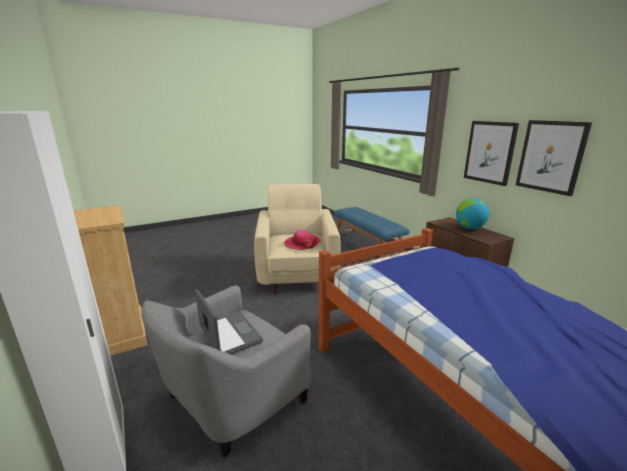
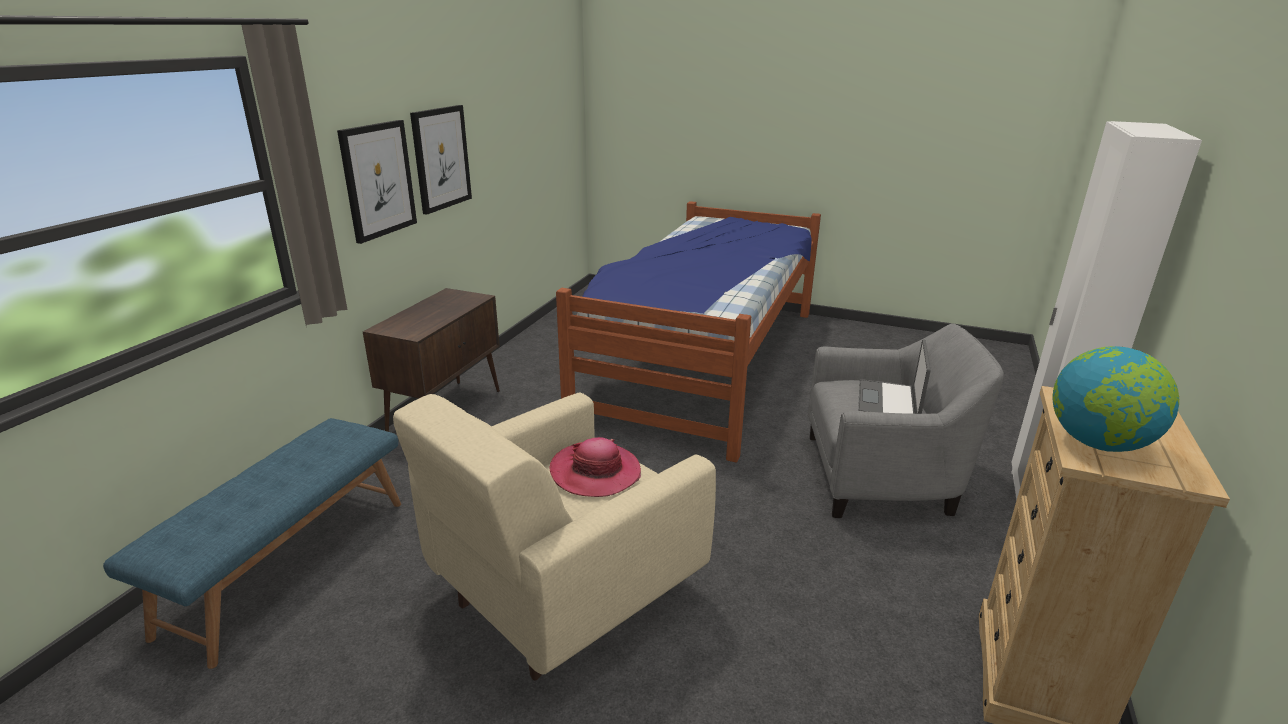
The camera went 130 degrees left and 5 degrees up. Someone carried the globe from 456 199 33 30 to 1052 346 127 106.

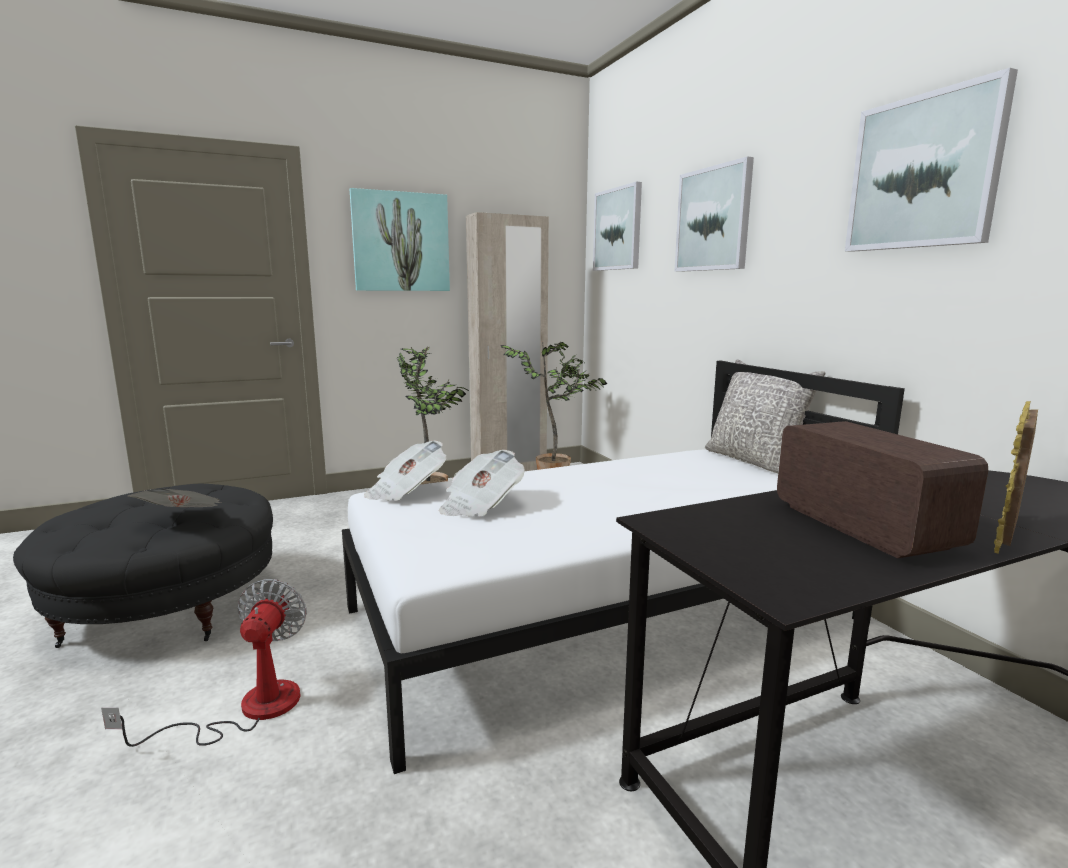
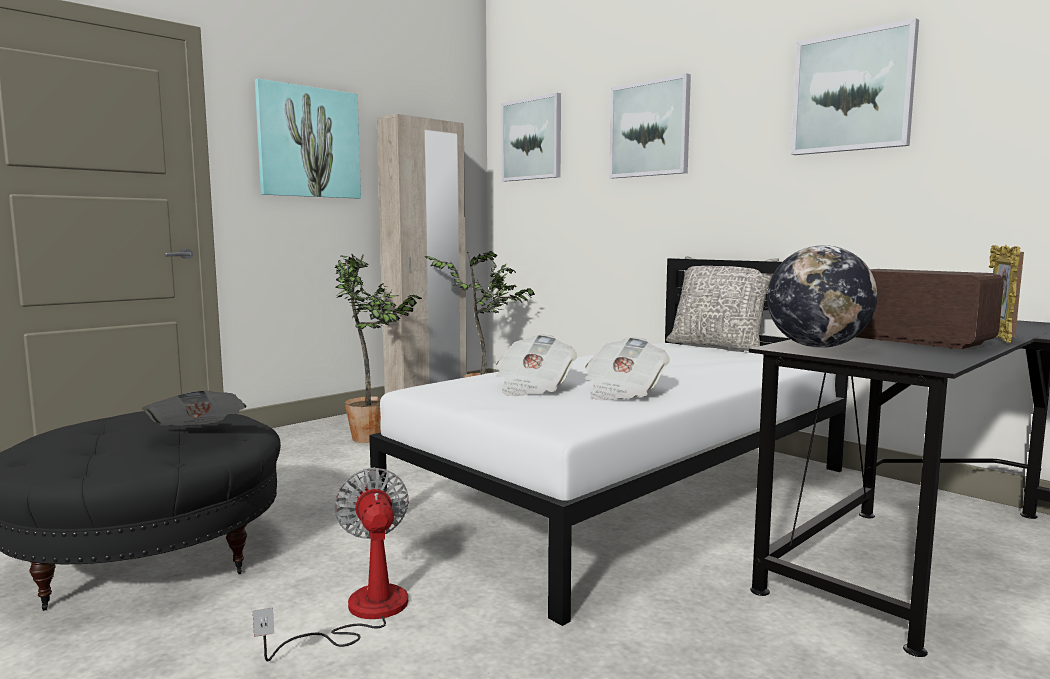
The camera went 20 degrees left and 5 degrees down. Someone carried the newspaper from 364 441 82 60 to 585 337 85 64. Someone put down the globe at 767 245 110 103.

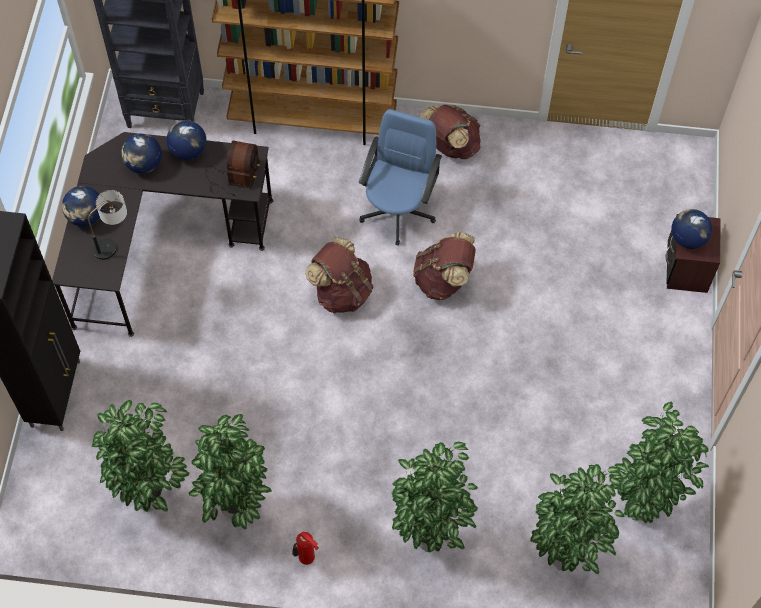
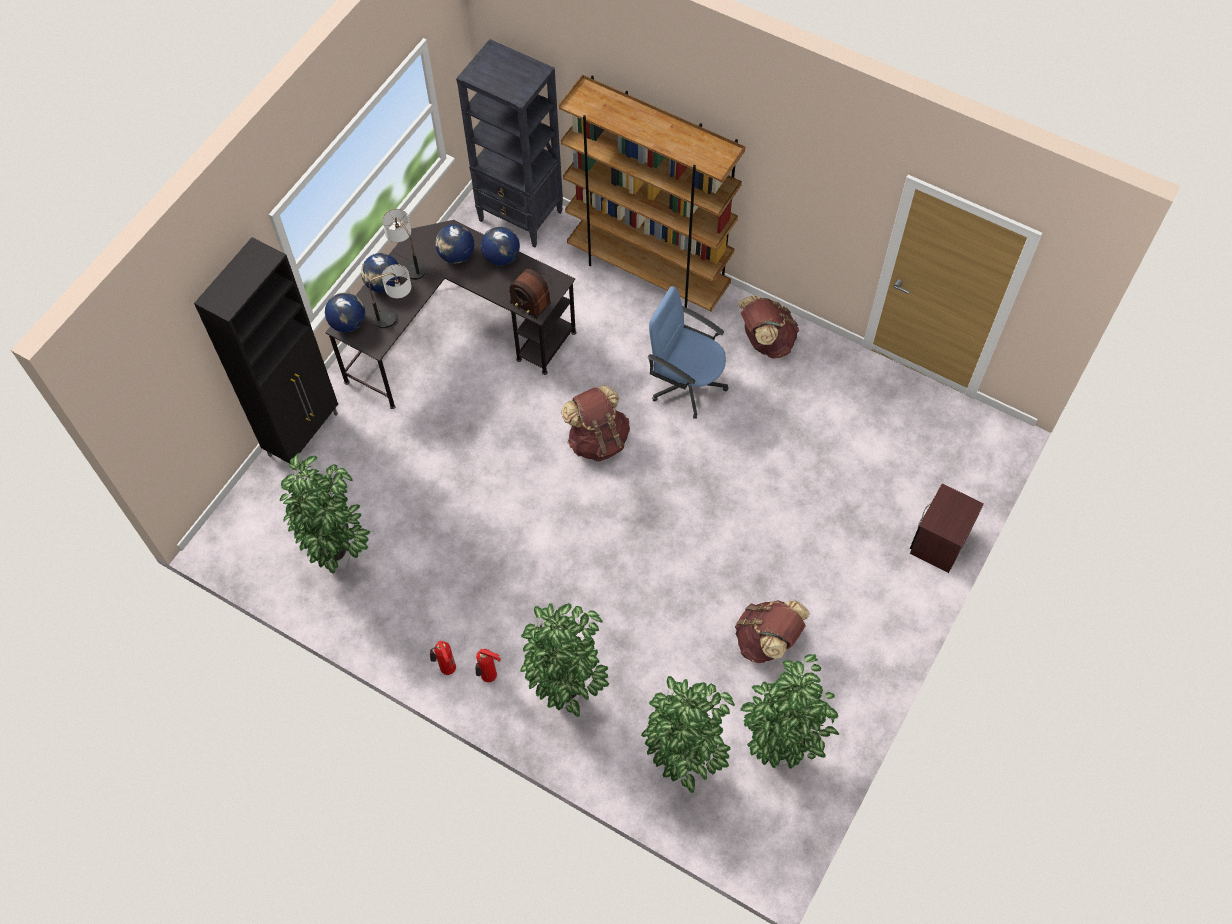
The camera went 25 degrees right and 0 degrees up. Someone took away the potted plant at 188 414 84 116. Someone rotated the radio at 206 141 54 55 by 90 degrees clockwise. Someone rotated the blue office chair at 359 109 83 136 by 105 degrees counterclockwise. Someone carried the brown backpack from 413 232 63 68 to 735 600 75 63. Someone carried the globe from 671 209 41 40 to 325 292 40 41. Someone put down the table lamp at 382 209 43 71. Someone put down the fire extinguisher at 476 648 25 34.

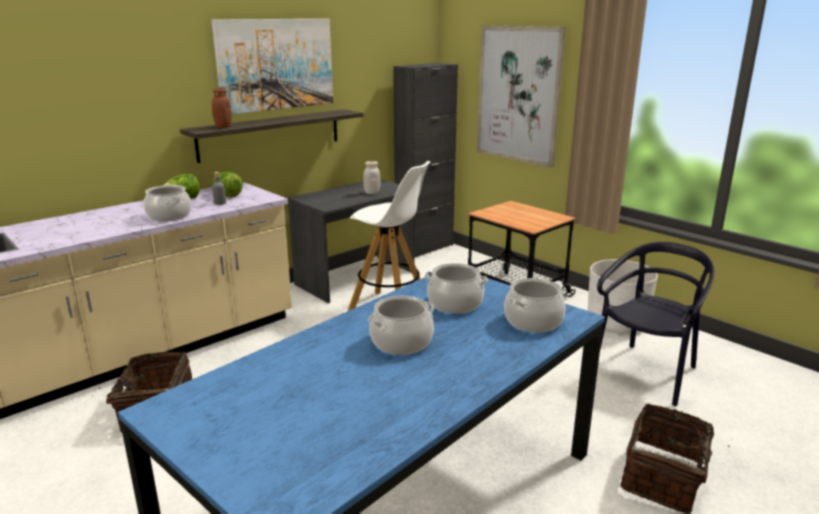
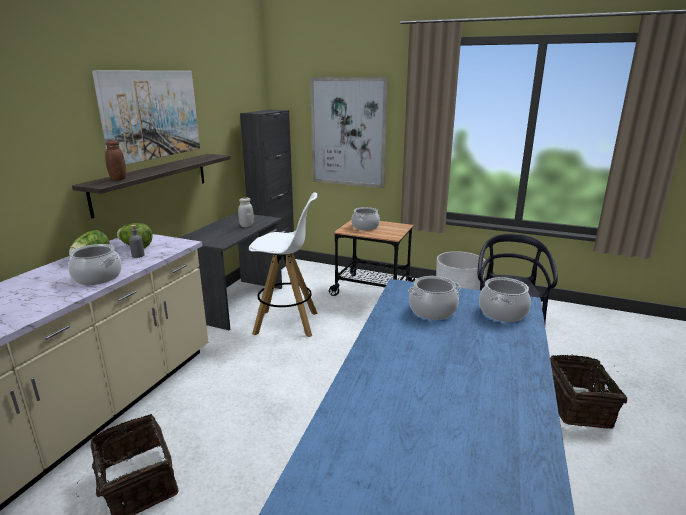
The camera went 25 degrees left and 0 degrees up. Someone carried the cooking pot from 368 296 66 59 to 351 207 29 23.

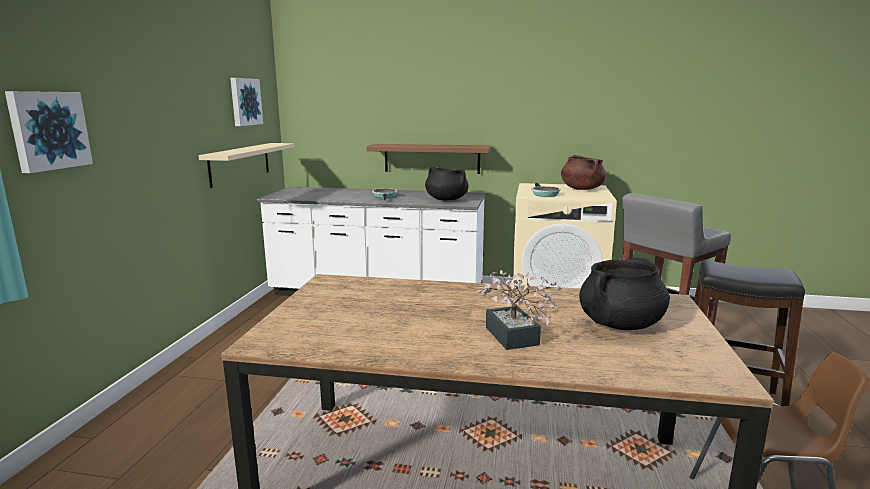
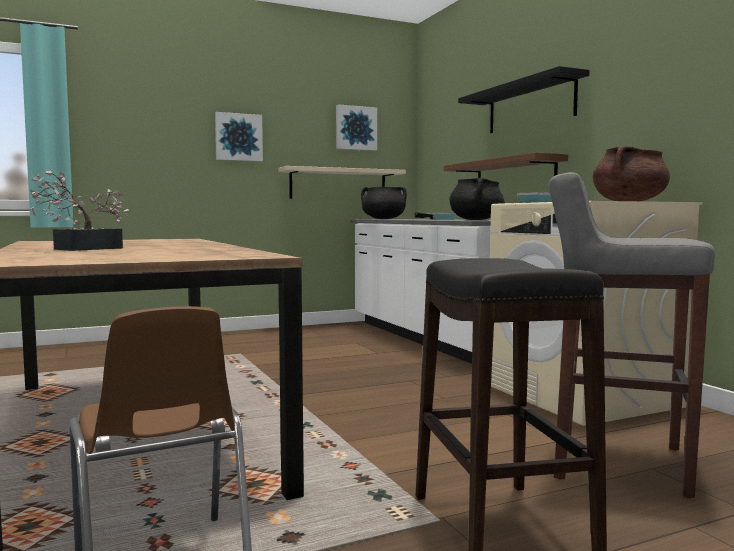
The camera went 55 degrees right and 10 degrees down. Someone carried the picture from 5 91 88 82 to 215 112 48 50. Someone carried the black cooking pot from 579 257 91 73 to 361 187 46 32. Someone put up the black shelf at 458 66 132 67.

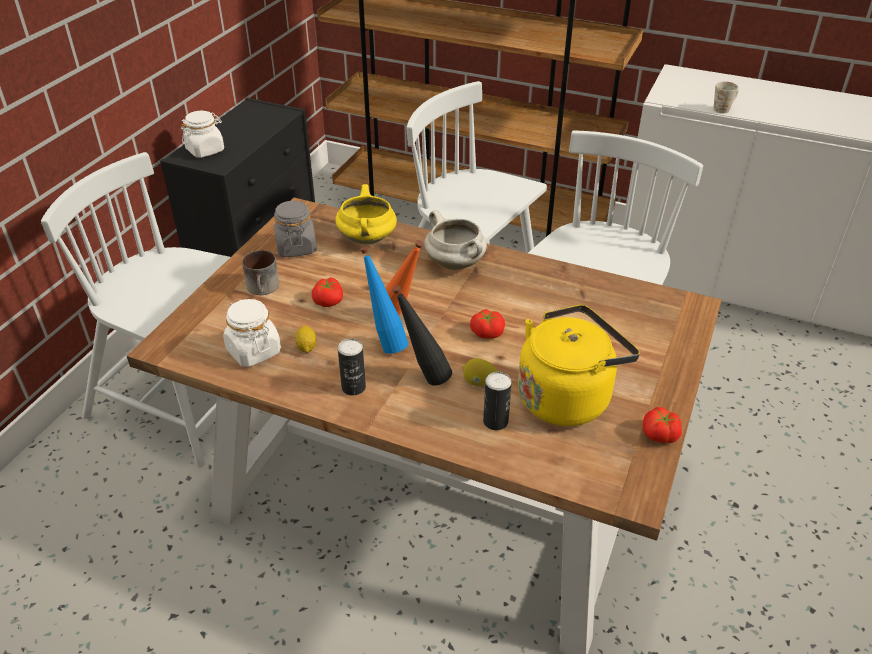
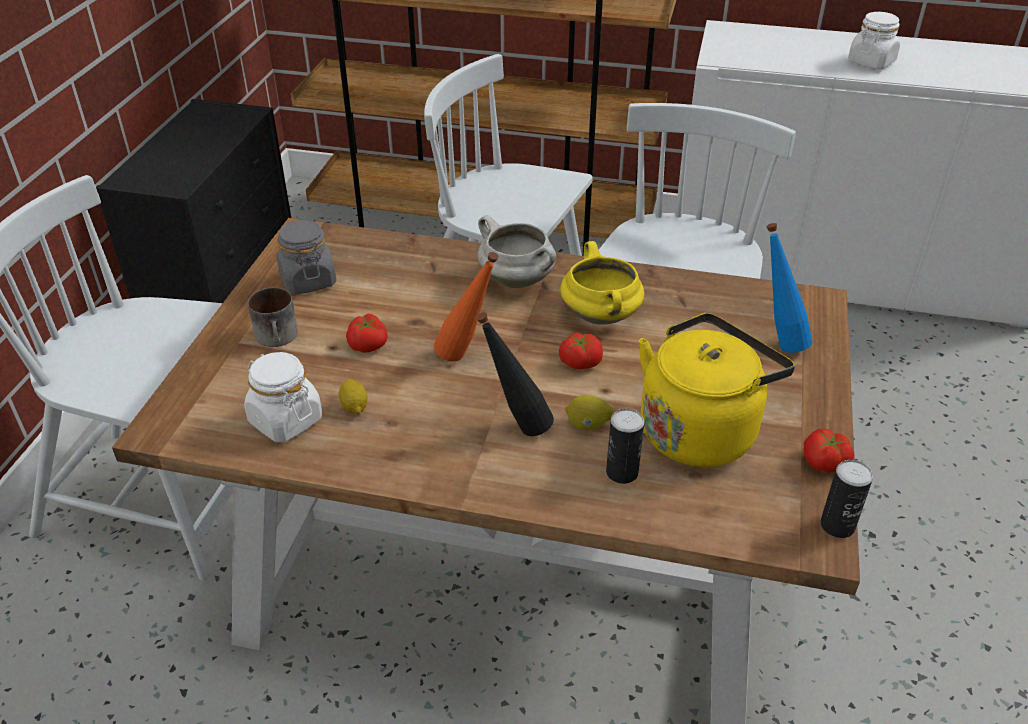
The camera went 10 degrees left and 0 degrees up. Someone carried the white jar from 181 111 43 47 to 848 12 52 57. Someone carried the yellow cooking pot from 335 184 62 60 to 560 241 84 84. Someone carried the can from 338 339 28 57 to 820 460 53 78. Someone carried the blue bottle from 360 247 48 107 to 767 223 46 130. Someone took away the white mug at 713 81 26 33.

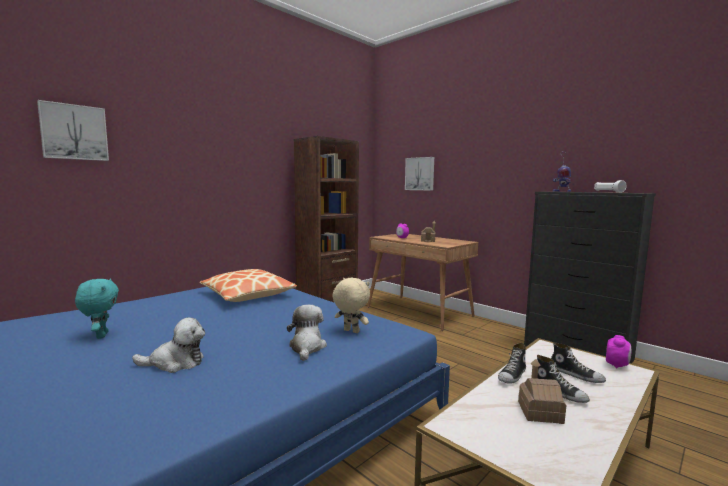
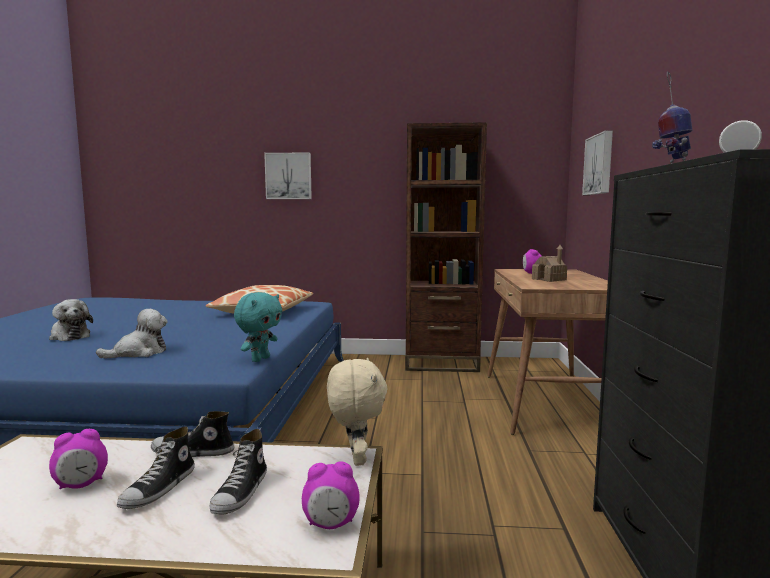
The camera went 50 degrees right and 0 degrees up. Someone carried the picture from 37 100 72 61 to 264 152 48 47. Someone carried the turquoise plush toy from 75 278 44 61 to 234 292 48 70. Someone carried the beige plush toy from 332 278 38 55 to 327 358 61 108. Someone swapped the toy house at 518 359 48 65 for the alarm clock at 49 429 59 61.

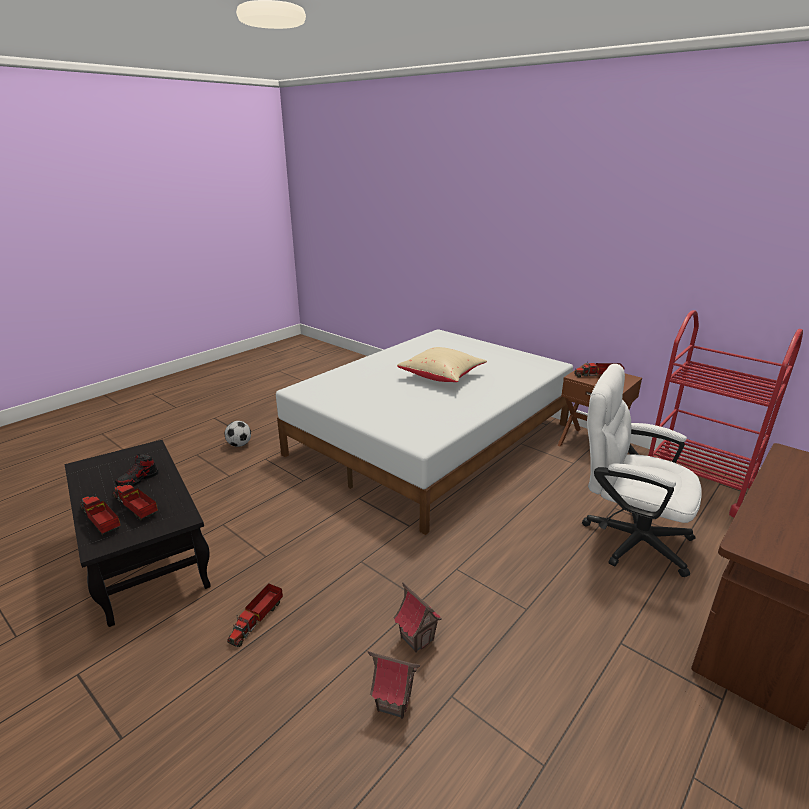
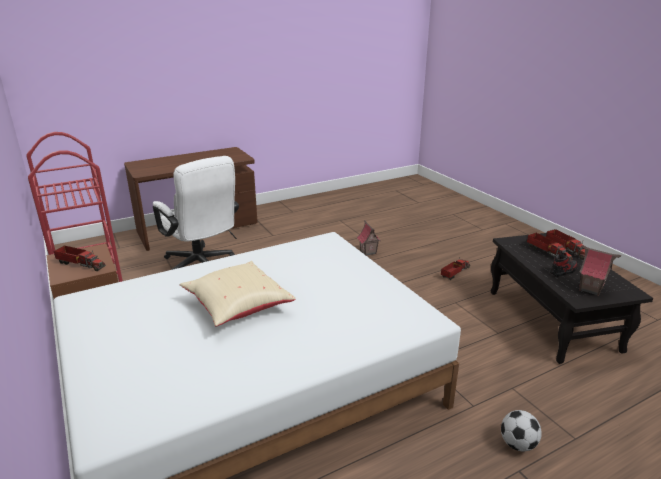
The camera went 160 degrees left and 0 degrees up. Someone carried the toy house from 368 651 52 68 to 579 245 42 51.

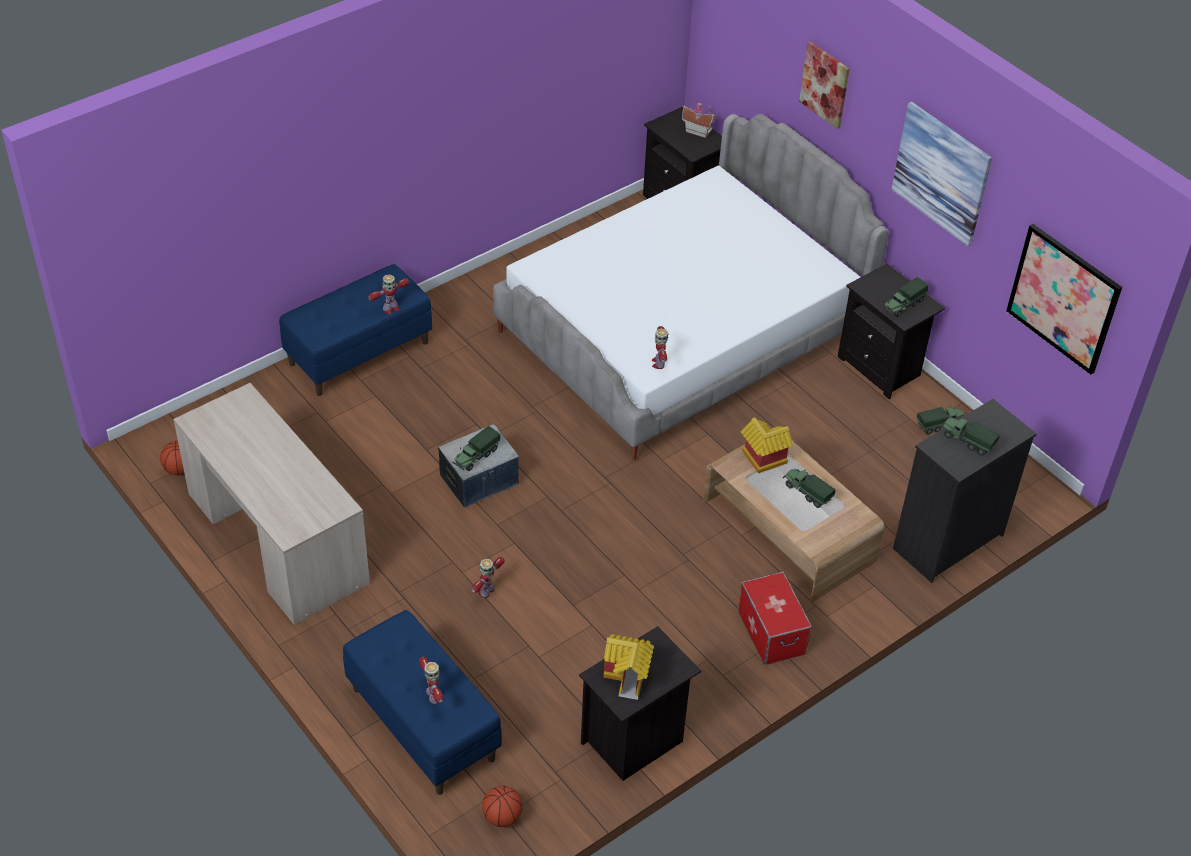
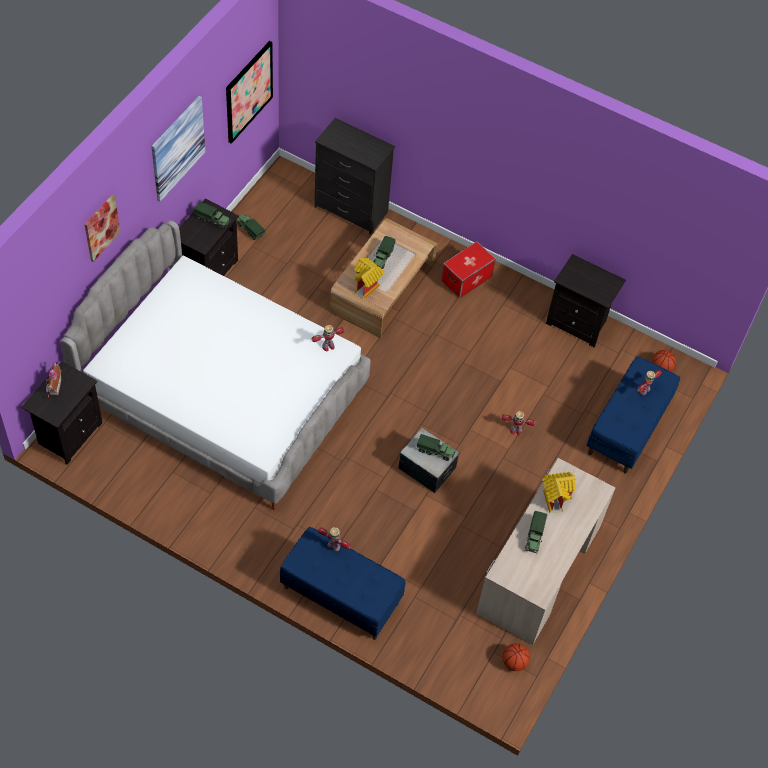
The camera went 115 degrees left and 10 degrees up. Someone carried the toy house from 603 634 51 66 to 542 472 34 41. Someone carried the toy truck from 941 417 59 39 to 525 511 22 42.

